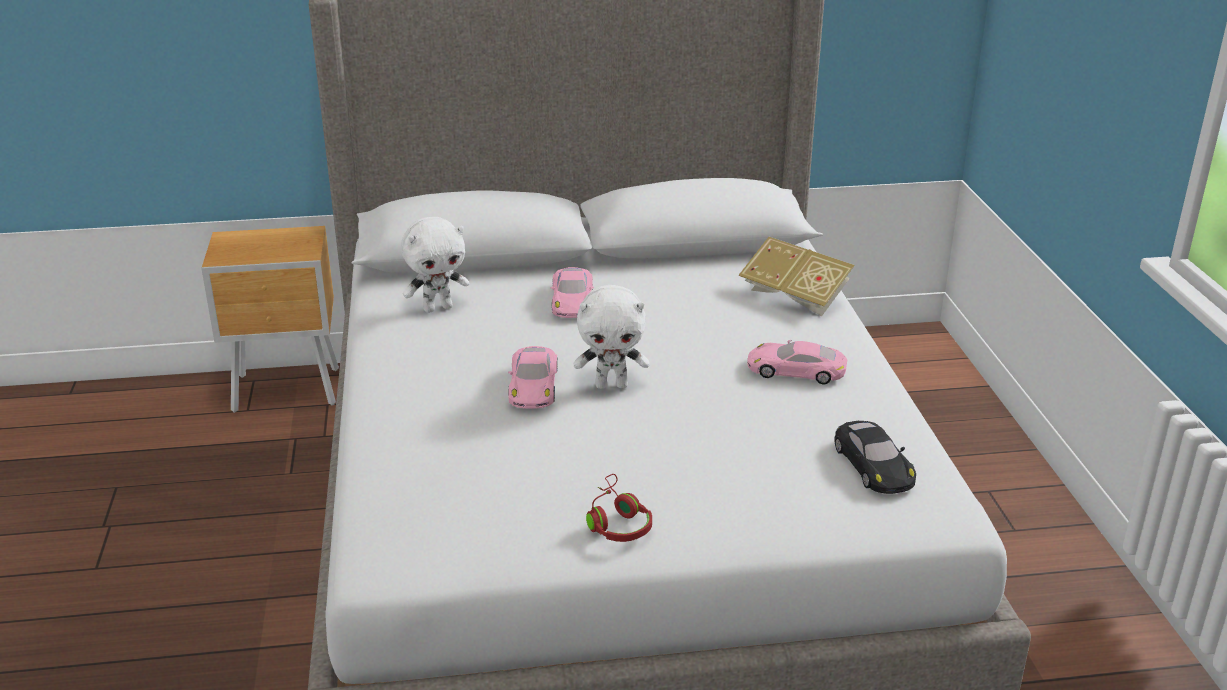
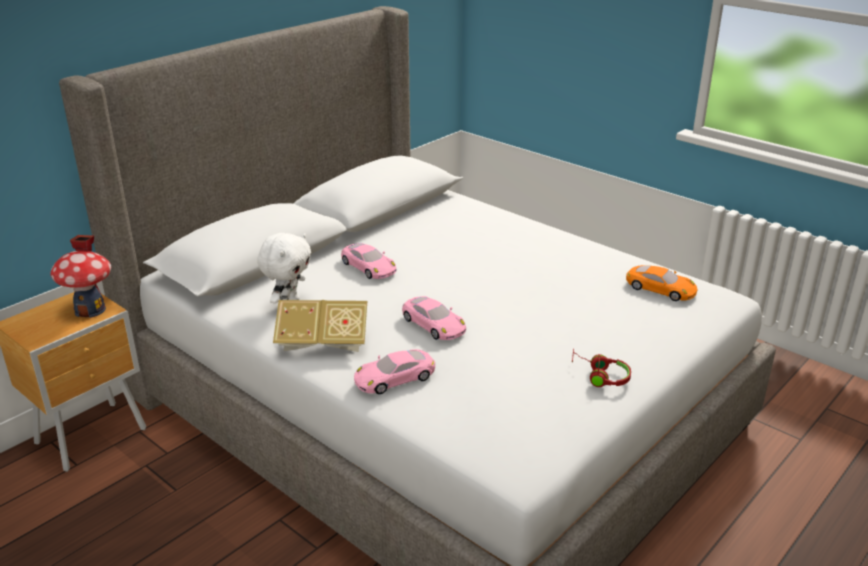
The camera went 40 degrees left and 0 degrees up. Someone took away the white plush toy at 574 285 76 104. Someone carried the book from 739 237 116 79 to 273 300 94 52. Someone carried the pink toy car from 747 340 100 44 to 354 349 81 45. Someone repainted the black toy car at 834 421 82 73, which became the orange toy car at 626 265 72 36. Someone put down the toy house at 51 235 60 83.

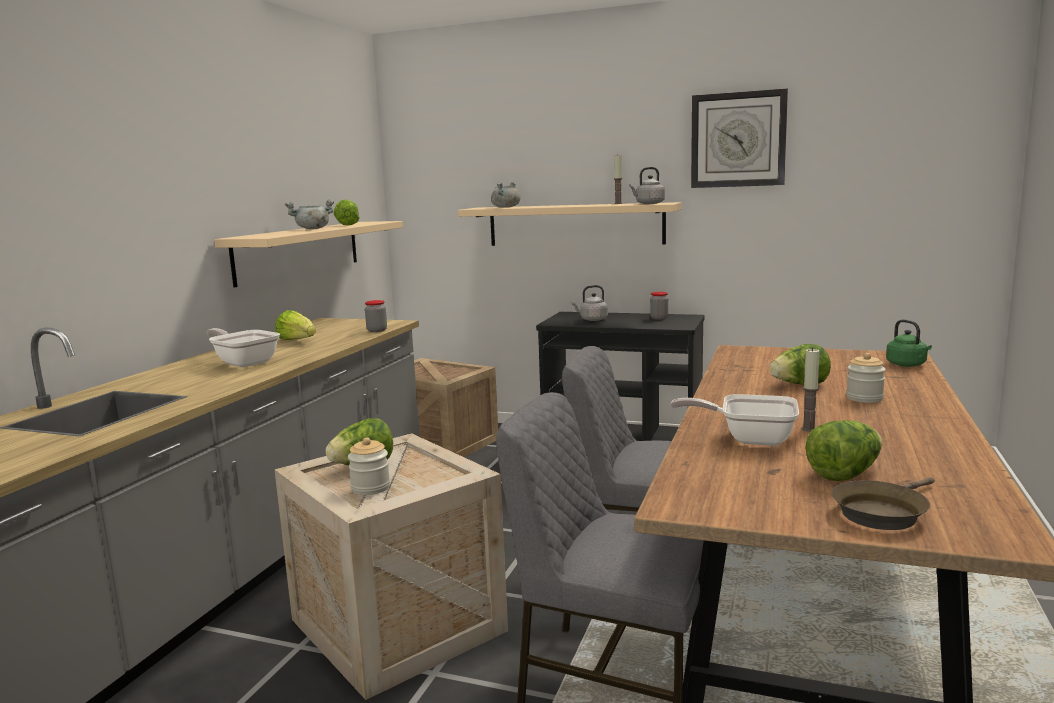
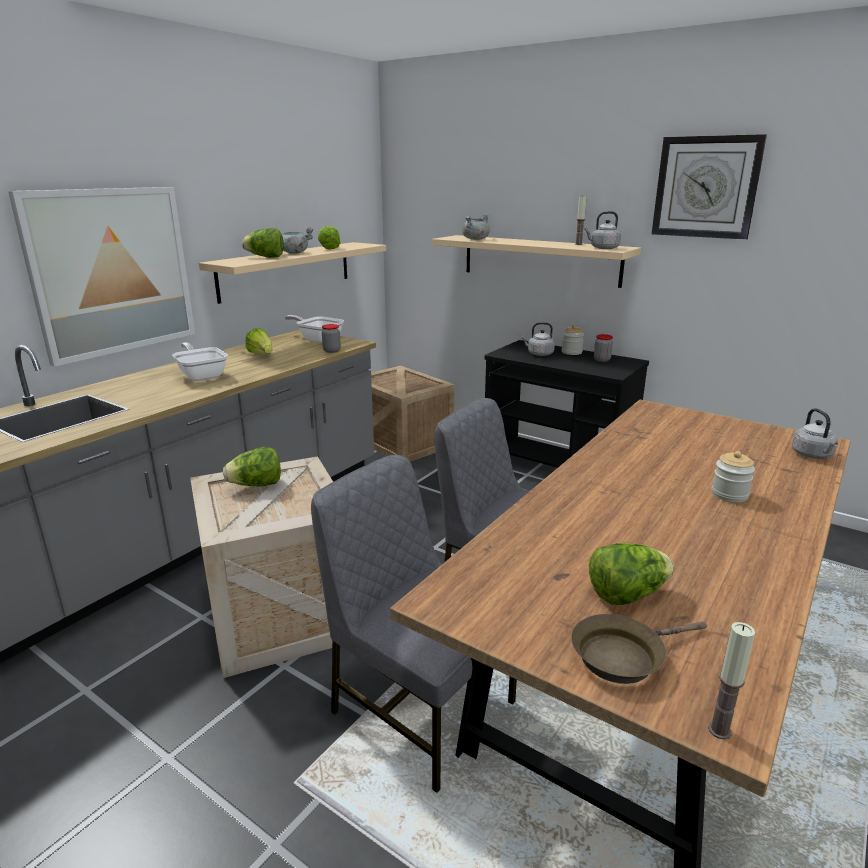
The camera went 15 degrees right and 10 degrees up. Someone carried the jar from 348 437 42 58 to 562 325 22 30. Someone carried the frying pan from 671 394 128 52 to 285 315 59 28. Someone carried the lettuce from 770 344 61 41 to 242 228 42 30. Someone carried the candle from 802 348 18 84 to 708 622 47 118. Someone repainted the green kettle at 886 319 46 48, which became the grey kettle at 792 408 46 51. Someone put up the picture at 8 187 187 180.

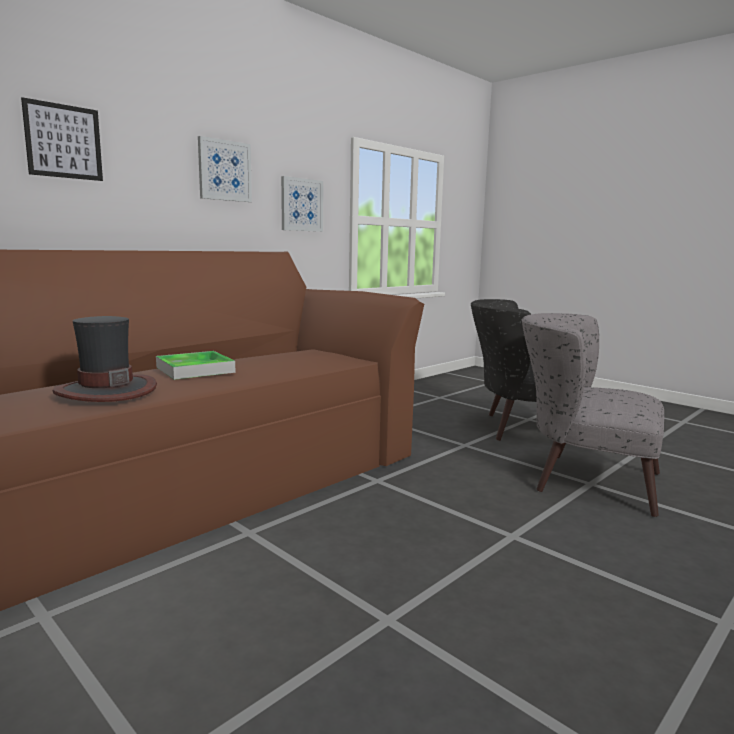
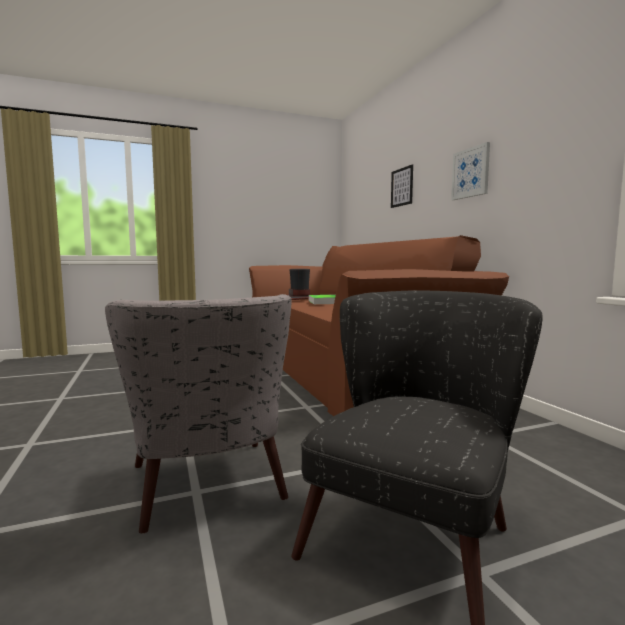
The camera went 115 degrees right and 5 degrees down. Someone took away the picture at 281 176 42 56. Someone rotated the grey armchair at 521 313 143 204 by 105 degrees clockwise.

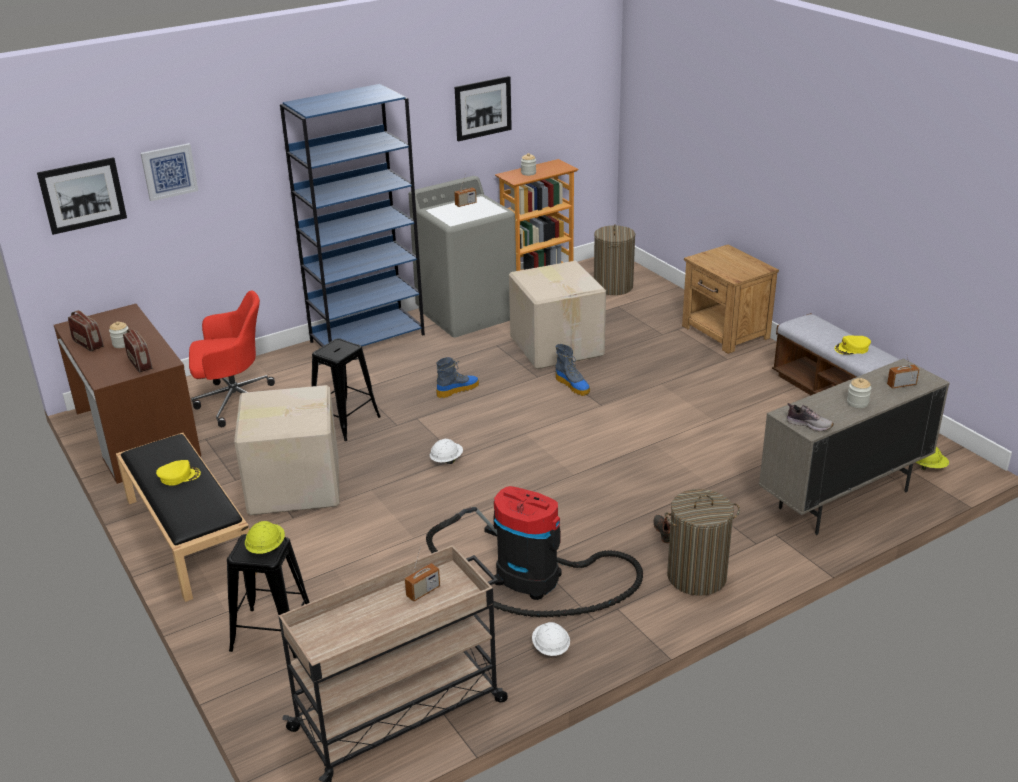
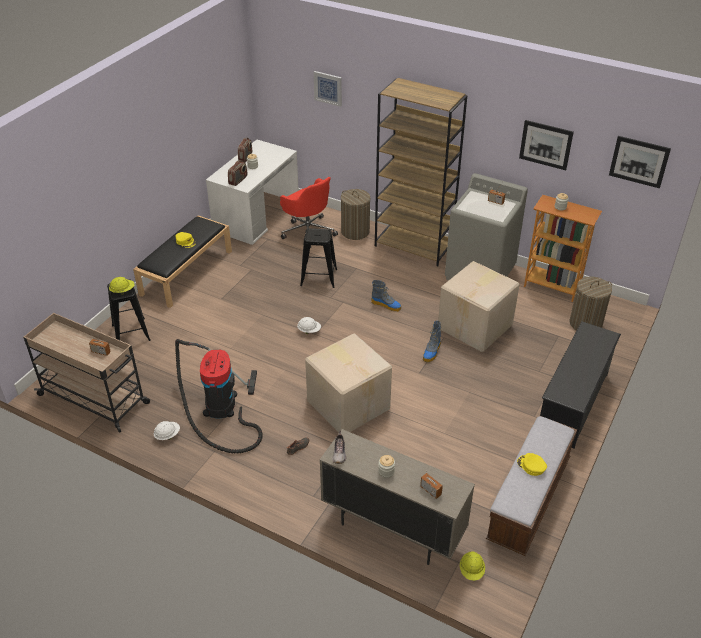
The camera went 60 degrees right and 10 degrees up. Someone carried the picture from 37 157 90 78 to 609 136 62 52. Someone repainted the brown desk at 54 304 147 180, which became the white desk at 206 140 93 105. Someone carried the cardboard box from 234 385 105 130 to 305 334 87 99. Someone repainted the blue bookcase at 280 84 145 263, which became the brown bookcase at 375 78 93 188. Someone carried the laundry basket from 665 489 75 107 to 341 189 29 51. Someone swapped the brown nightstand at 682 245 97 109 for the black shoe rack at 540 321 81 127.

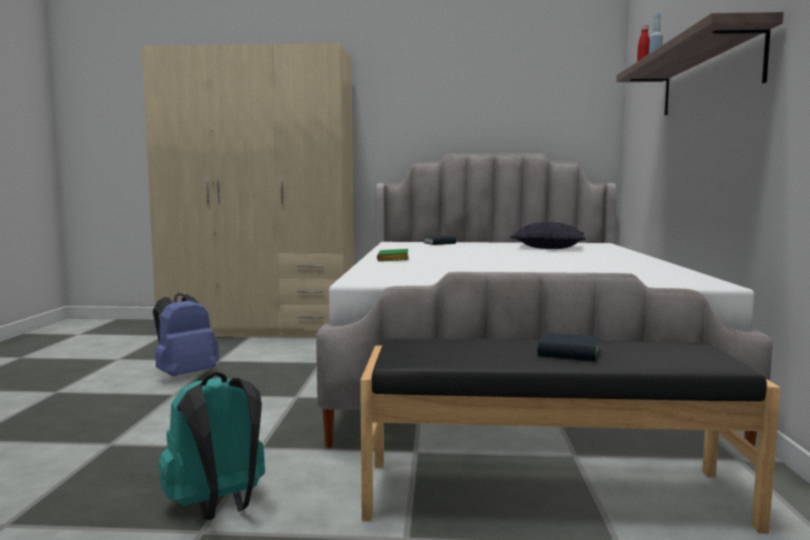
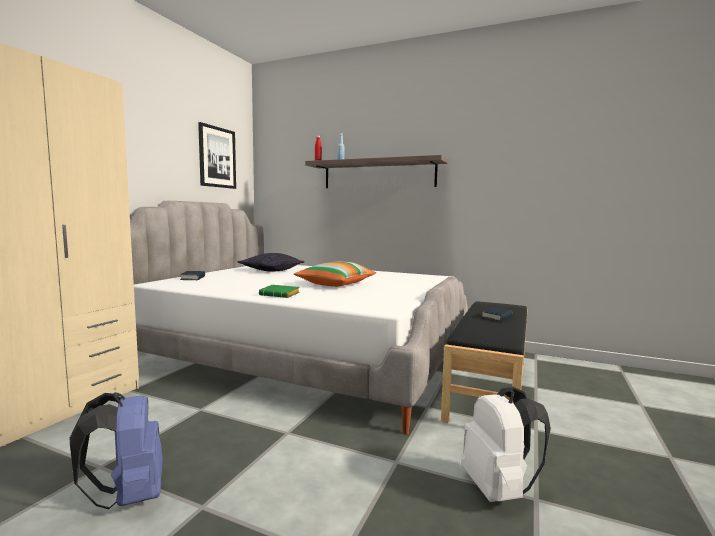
The camera went 70 degrees left and 0 degrees up. Someone repainted the turquoise backpack at 159 372 106 148, which became the white backpack at 461 386 90 116. Someone put up the picture at 198 122 38 67. Someone put down the pillow at 294 261 82 26.

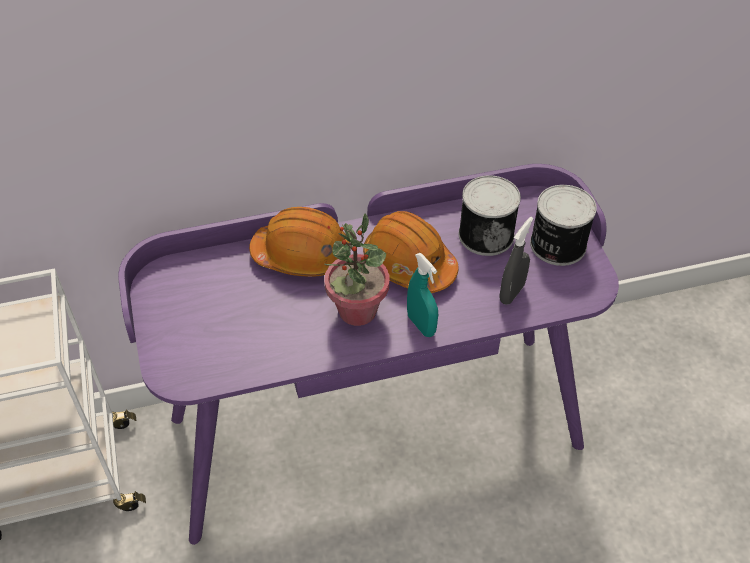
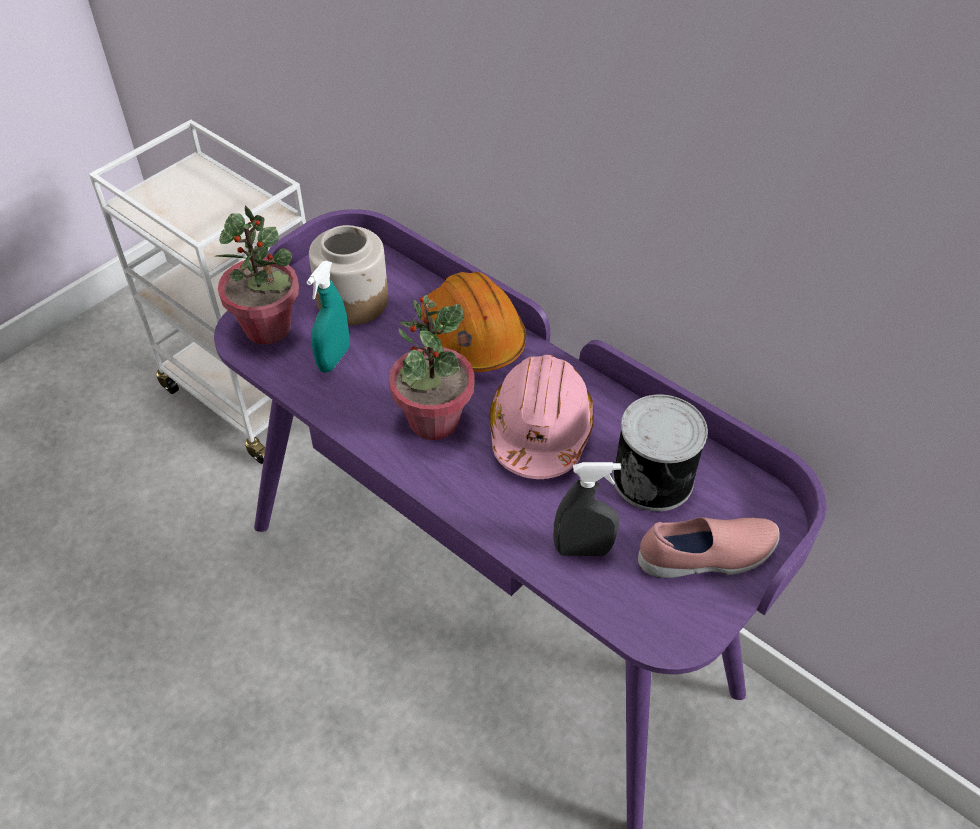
The camera went 55 degrees right and 0 degrees up. Someone repainted the orange hard hat at 363 211 96 82, which became the pink hard hat at 489 355 105 124. Someone carried the turquoise spray bottle from 407 253 31 84 to 306 261 44 112. Someone swapped the can at 530 185 67 81 for the pink shoe at 638 517 141 61. Someone put down the potted plant at 216 206 83 138. Someone put down the jar at 309 225 79 100.

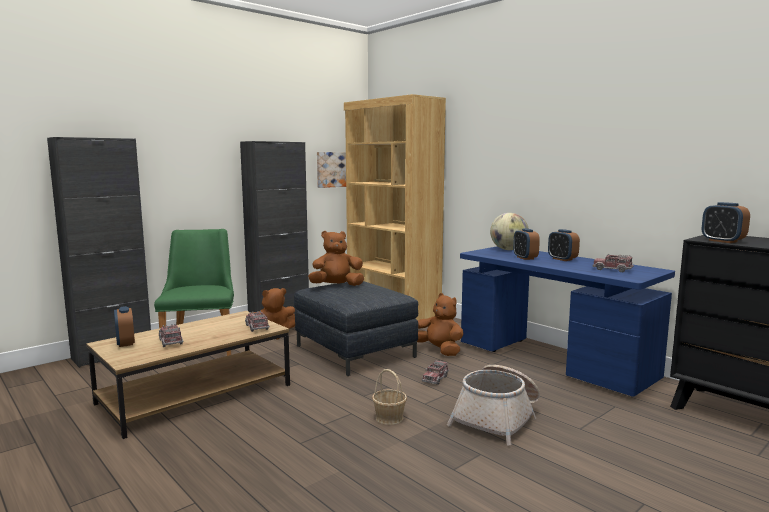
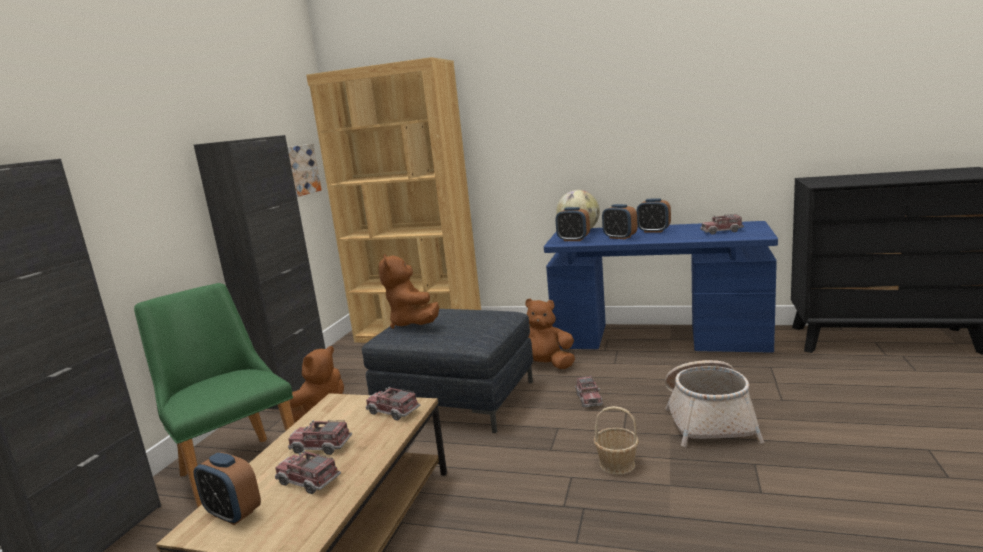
The camera went 30 degrees left and 5 degrees up. Someone rotated the brown plush toy at 308 231 56 55 by 60 degrees counterclockwise. Someone carried the alarm clock from 702 202 48 41 to 556 207 34 34. Someone put down the toy truck at 288 420 64 35.

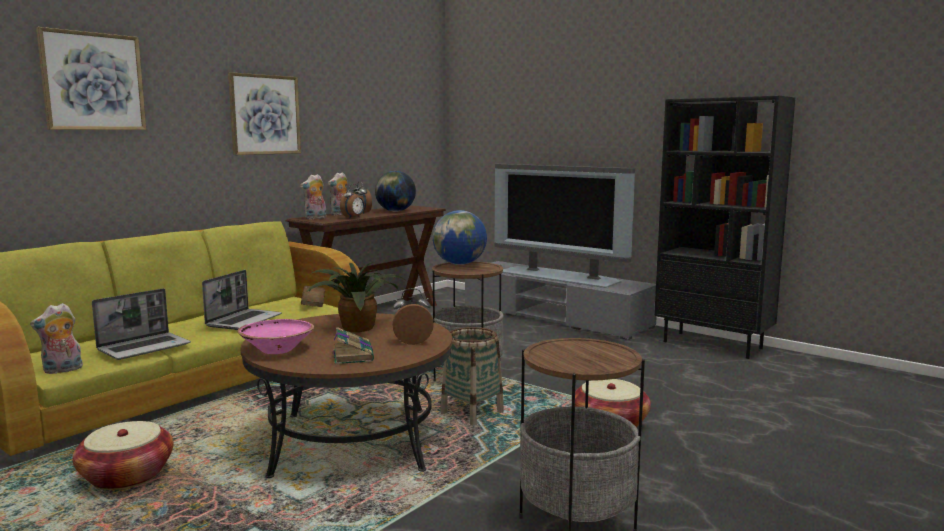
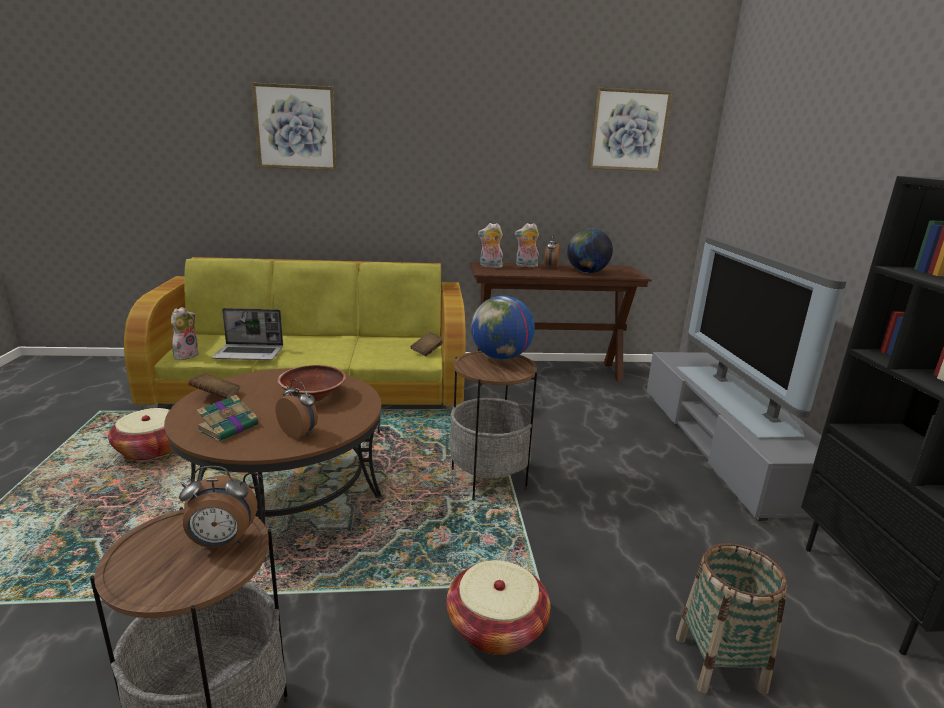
The camera went 45 degrees right and 10 degrees up. Someone rotated the plush toy at 30 303 53 71 by 105 degrees clockwise. Someone took away the laptop at 202 270 80 60. Someone carried the picture from 228 72 73 83 to 588 88 84 83. Someone swapped the pink bowl at 238 319 76 35 for the brown book at 188 373 53 26. Someone swapped the potted plant at 307 262 98 70 for the brown bowl at 277 365 69 36. Someone carried the alarm clock from 340 184 25 34 to 179 466 78 82. Someone carried the basket from 441 327 63 98 to 676 543 111 152.

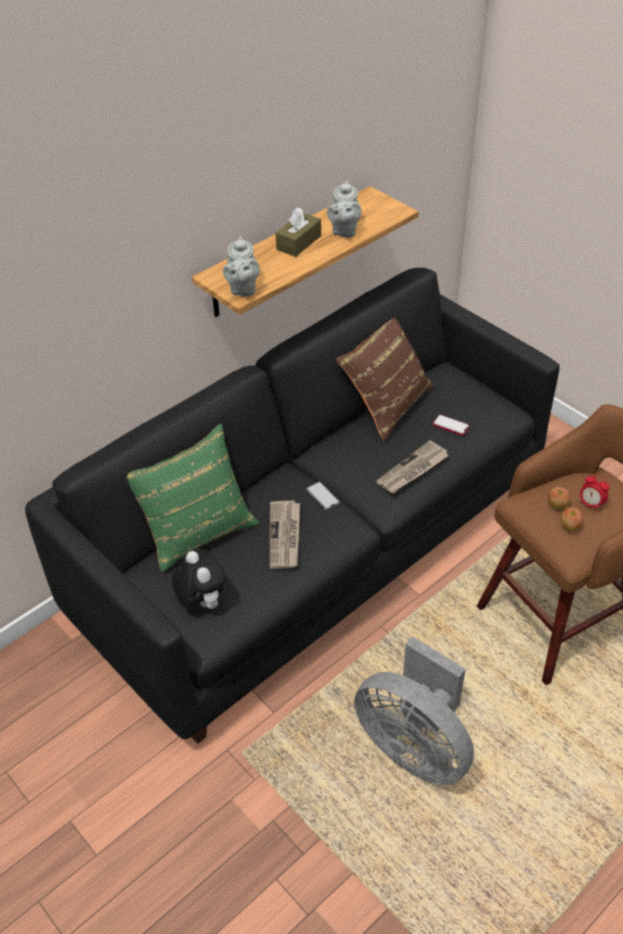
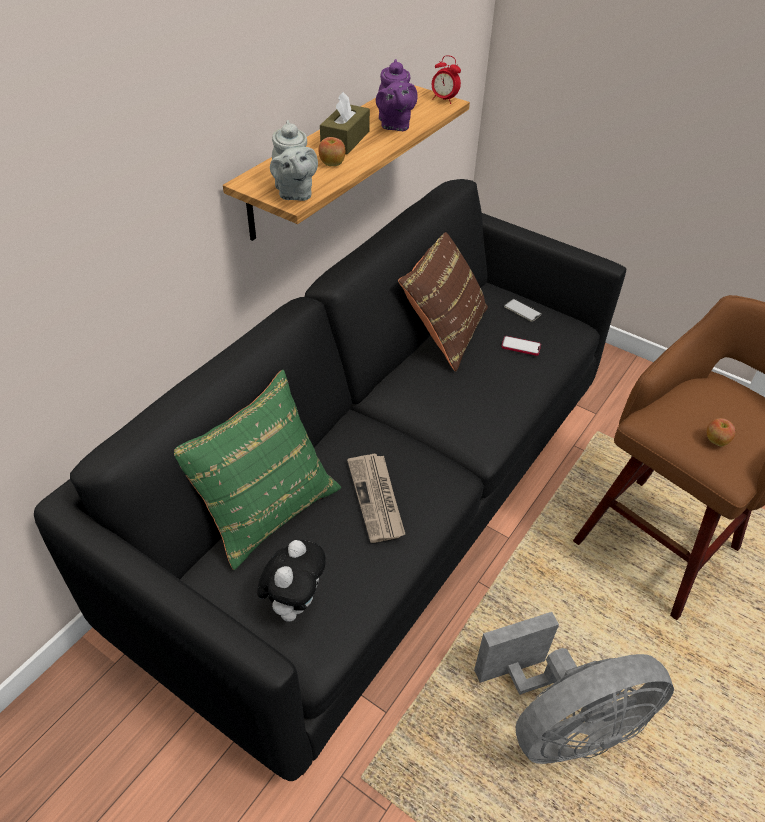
The camera went 15 degrees left and 0 degrees up. Someone rotated the plush toy at 172 549 54 60 by 60 degrees clockwise. Someone carried the phone from 306 481 34 29 to 504 299 38 23. Someone repainted the grey teapot at 327 180 35 58, which became the purple teapot at 376 59 42 72. Someone rotated the grey fan at 354 636 120 149 by 45 degrees counterclockwise. Someone took away the newspaper at 376 440 73 54. Someone carried the apple from 548 487 22 22 to 318 137 27 29. Someone carried the alarm clock from 579 474 31 38 to 432 55 29 49.

